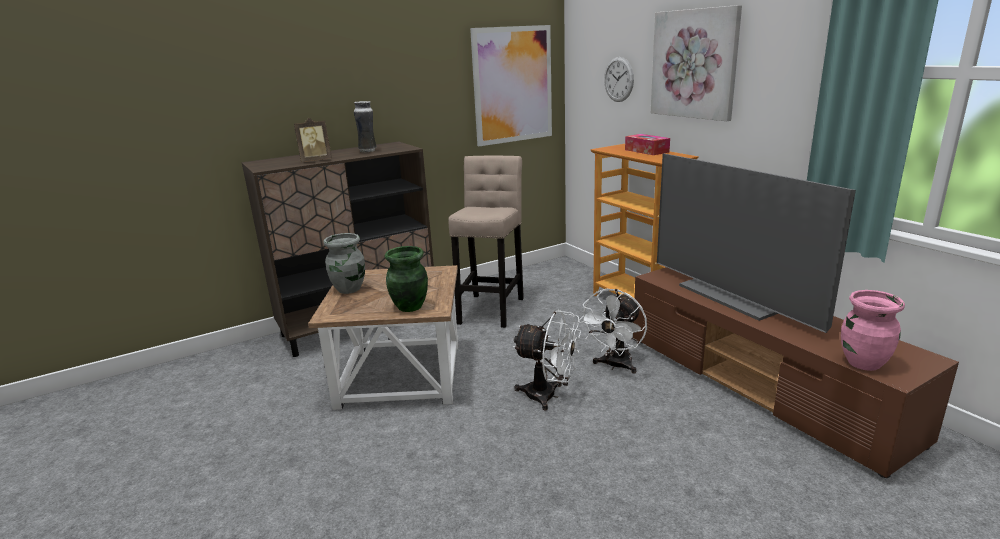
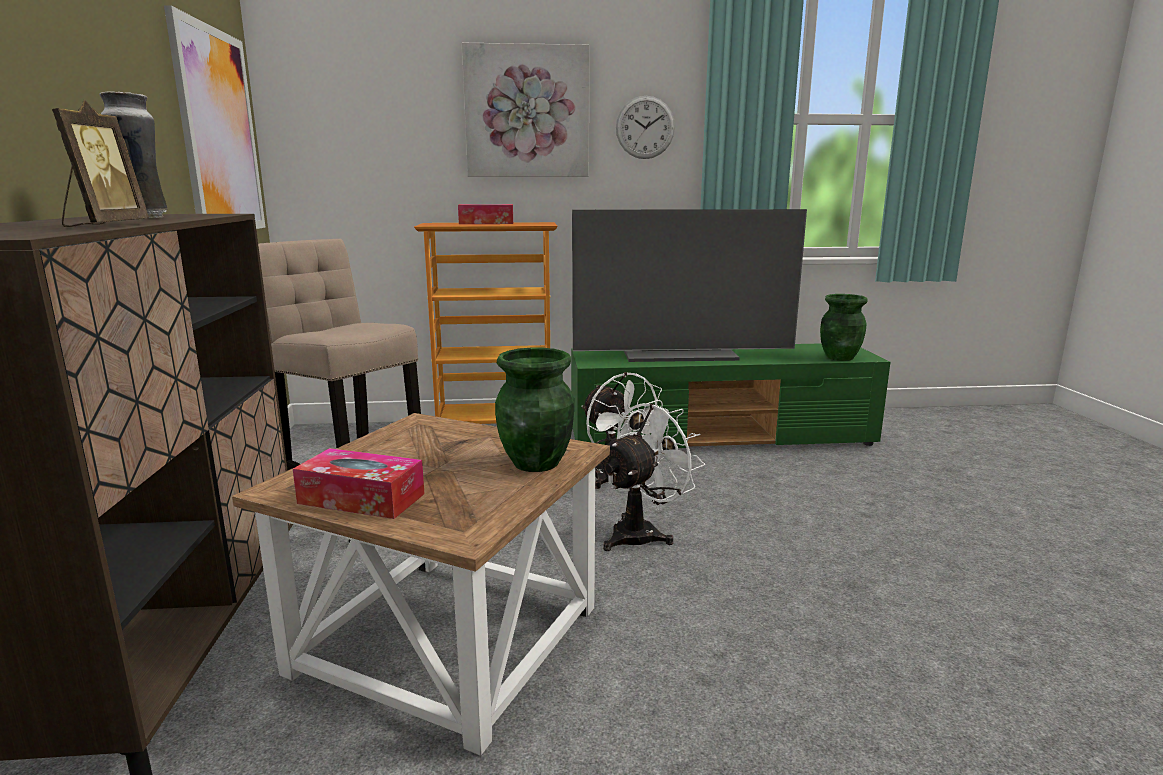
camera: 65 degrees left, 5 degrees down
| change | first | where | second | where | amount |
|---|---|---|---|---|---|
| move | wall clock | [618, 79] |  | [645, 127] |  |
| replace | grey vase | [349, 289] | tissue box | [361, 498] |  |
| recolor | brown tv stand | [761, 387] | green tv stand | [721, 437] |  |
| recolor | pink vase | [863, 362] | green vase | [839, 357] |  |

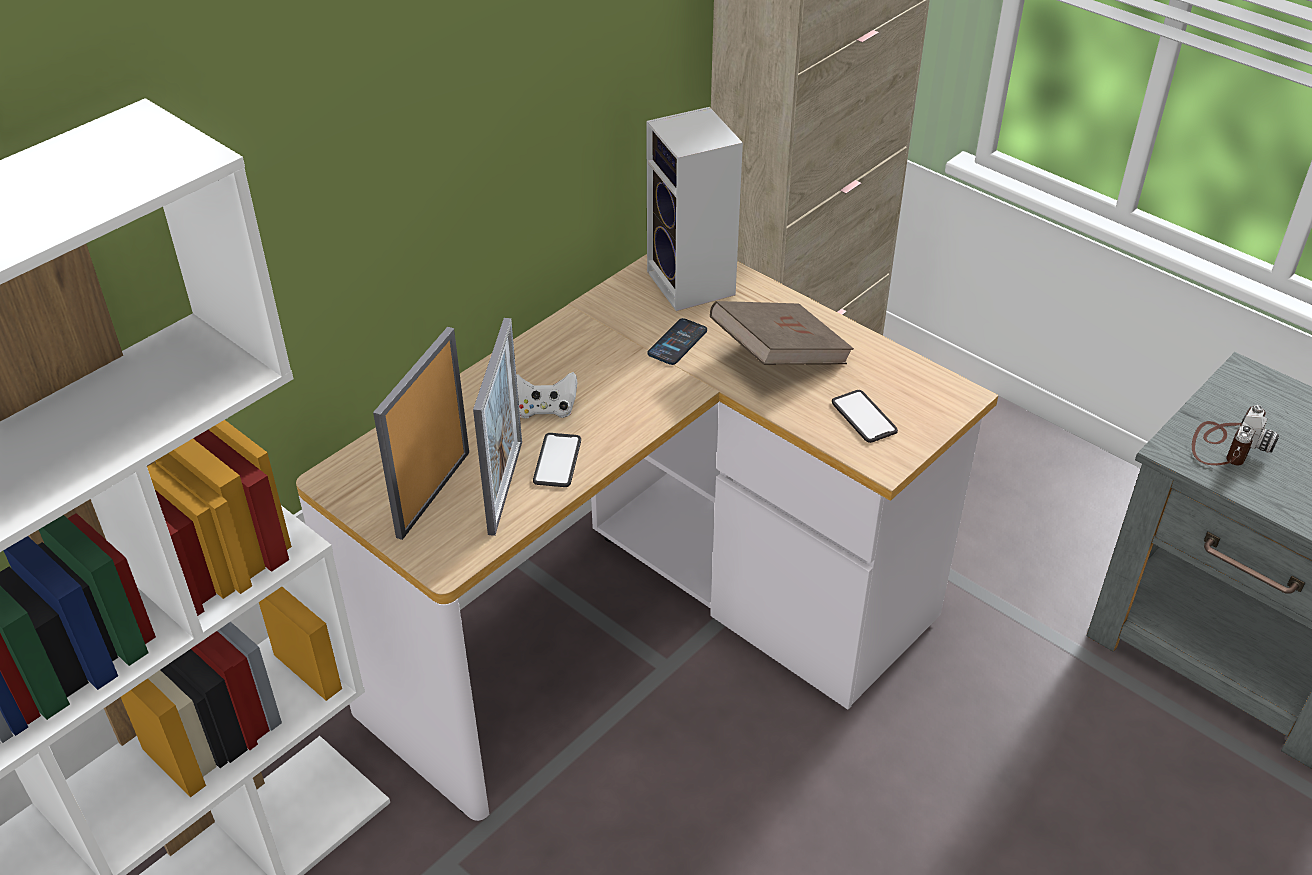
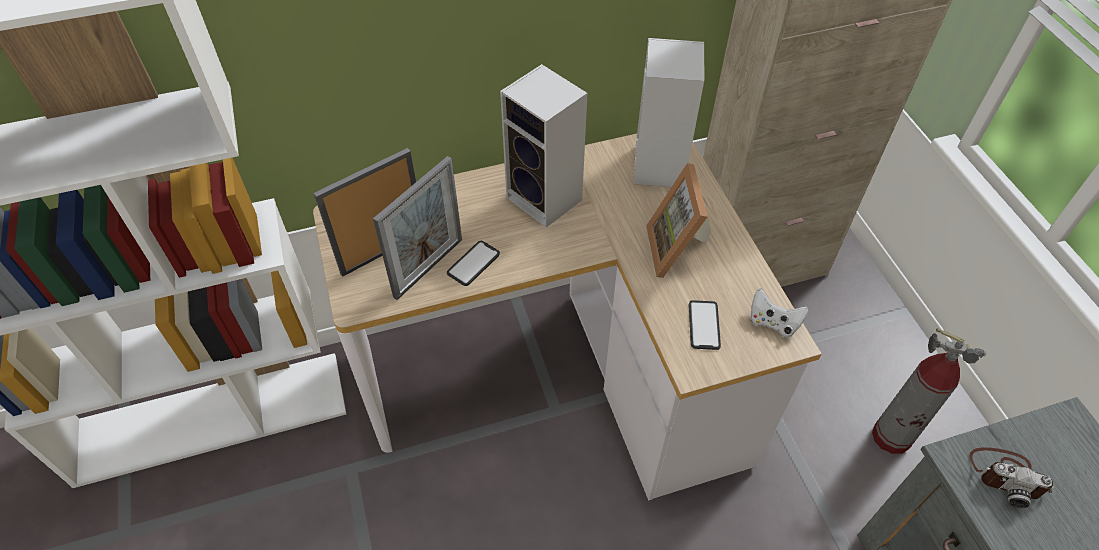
camera: 30 degrees right, 10 degrees up
| change | first | where | second | where | amount |
|---|---|---|---|---|---|
| delete | phone | [677, 342] |  |  |  |
| insert |  |  | speaker | [547, 199] |  |
| insert |  |  | fire extinguisher | [892, 437] |  |
| move | white game controller | [544, 409] |  | [773, 323] |  |
| replace | brown book | [779, 357] | picture frame | [678, 250] |  |
| rotate | photo camera | [1226, 445] |  | [1006, 475] | 45 degrees clockwise |

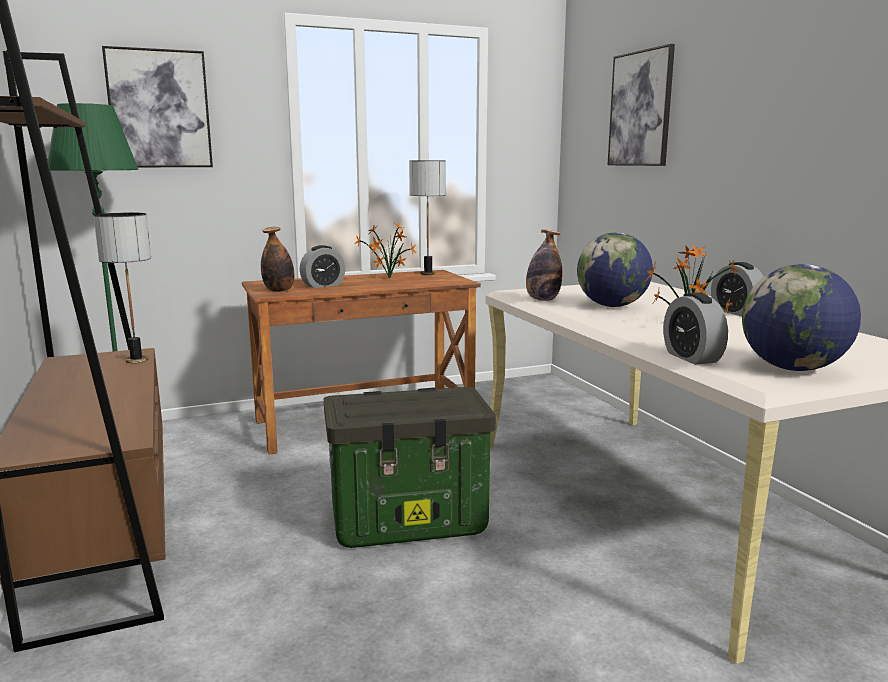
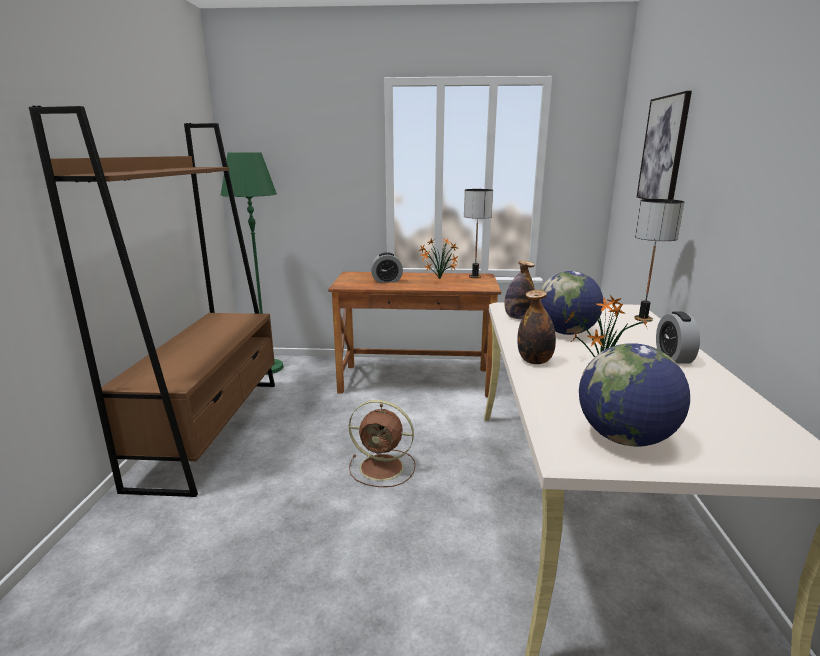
camera: 25 degrees right, 5 degrees up
| change | first | where | second | where | amount |
|---|---|---|---|---|---|
| delete | picture | [159, 109] |  |  |  |
| delete | alarm clock | [691, 357] |  |  |  |
| move | table lamp | [137, 360] |  | [643, 319] |  |
| move | bottle | [279, 290] |  | [535, 361] |  |
| replace | storage box | [410, 521] | brown fan | [383, 467] |  |

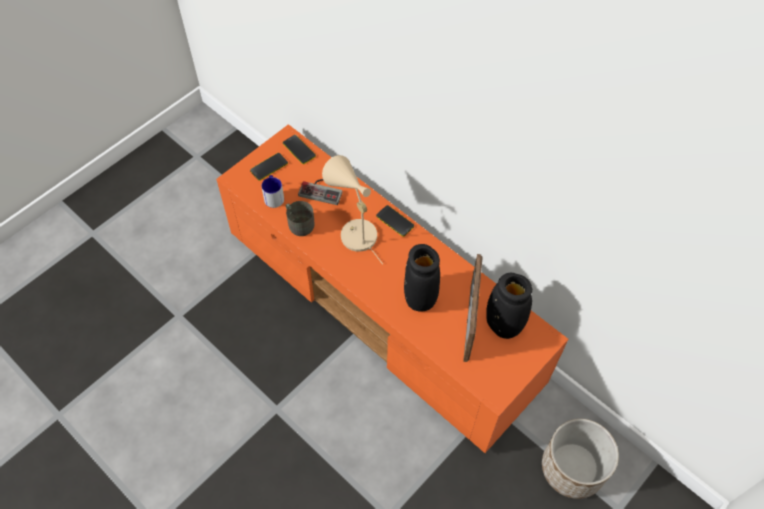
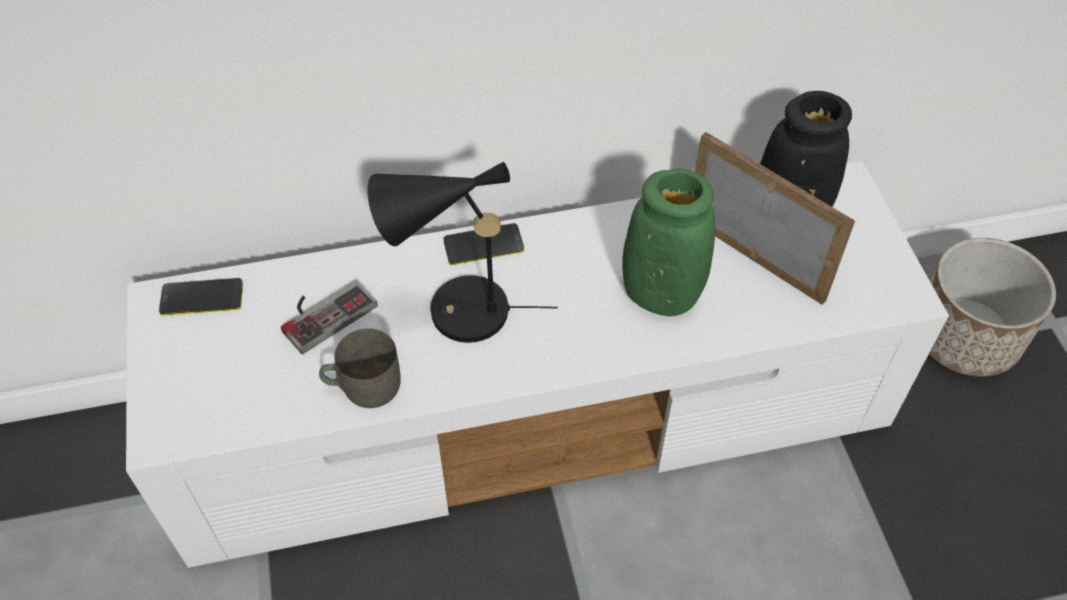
camera: 55 degrees left, 5 degrees down
| change | first | where | second | where | amount |
|---|---|---|---|---|---|
| delete | phone | [269, 167] |  |  |  |
| delete | mug | [273, 196] |  |  |  |
| recolor | orange tv stand | [383, 307] | white tv stand | [537, 415] |  |
| recolor | beige table lamp | [354, 232] | black table lamp | [456, 313] |  |
| recolor | black vase | [420, 297] | green vase | [661, 294] |  |

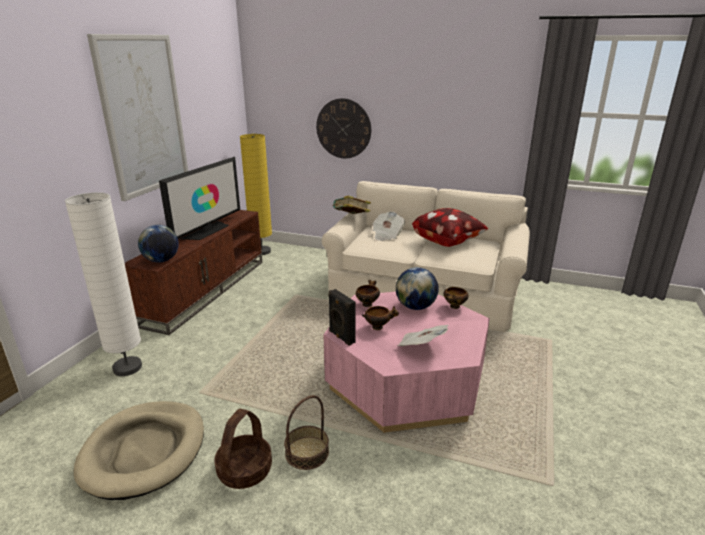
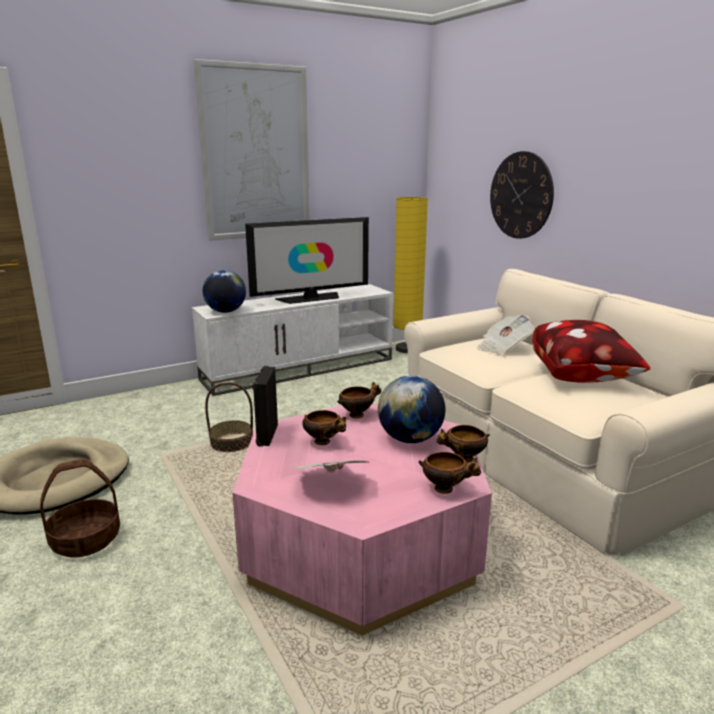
camera: 40 degrees right, 5 degrees down
| change | first | where | second | where | amount |
|---|---|---|---|---|---|
| delete | white floor lamp | [127, 368] |  |  |  |
| delete | book | [351, 217] |  |  |  |
| insert |  |  | bowl | [446, 489] |  |
| move | basket | [307, 452] |  | [231, 442] |  |
| recolor | brown tv stand | [206, 290] | white tv stand | [300, 368] |  |

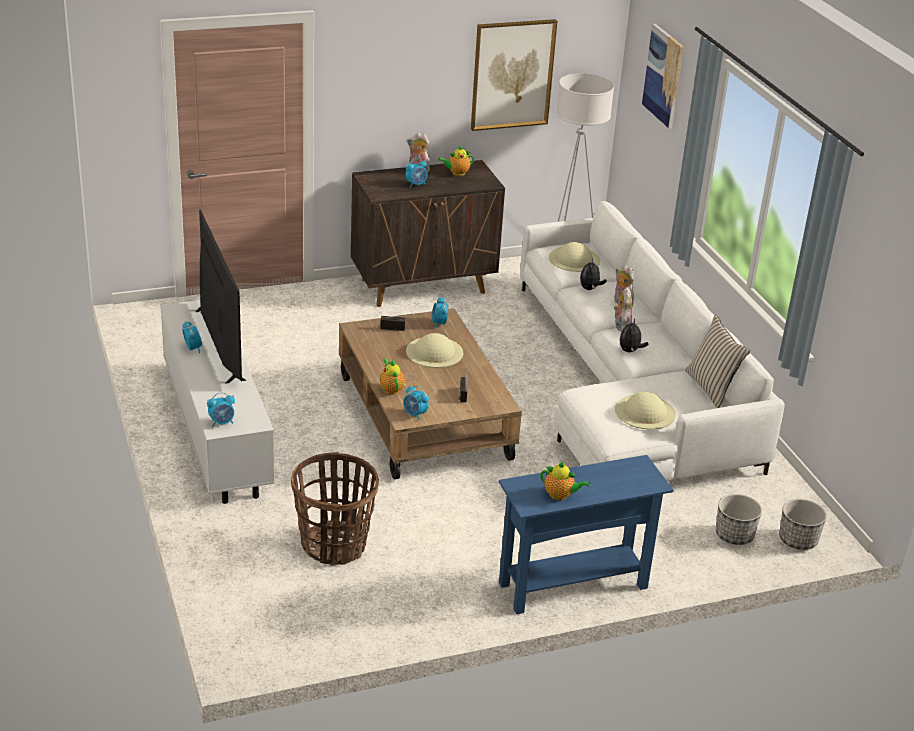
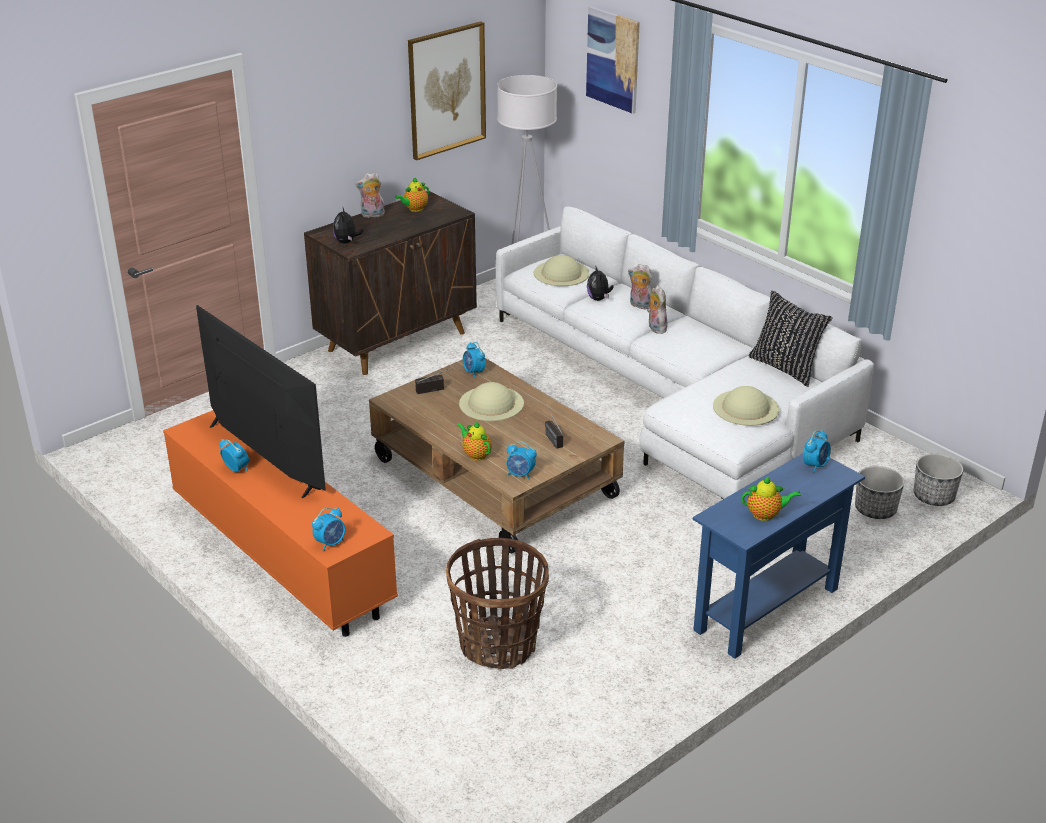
camera: 20 degrees left, 0 degrees up
| change | first | where | second | where | amount |
|---|---|---|---|---|---|
| move | alarm clock | [416, 184] |  | [815, 465] |  |
| move | plush toy | [630, 351] |  | [347, 242] |  |
| recolor | white tv stand | [217, 430] | orange tv stand | [281, 555] |  |
| recolor | beige pillow | [711, 388] | black pillow | [785, 367] |  |

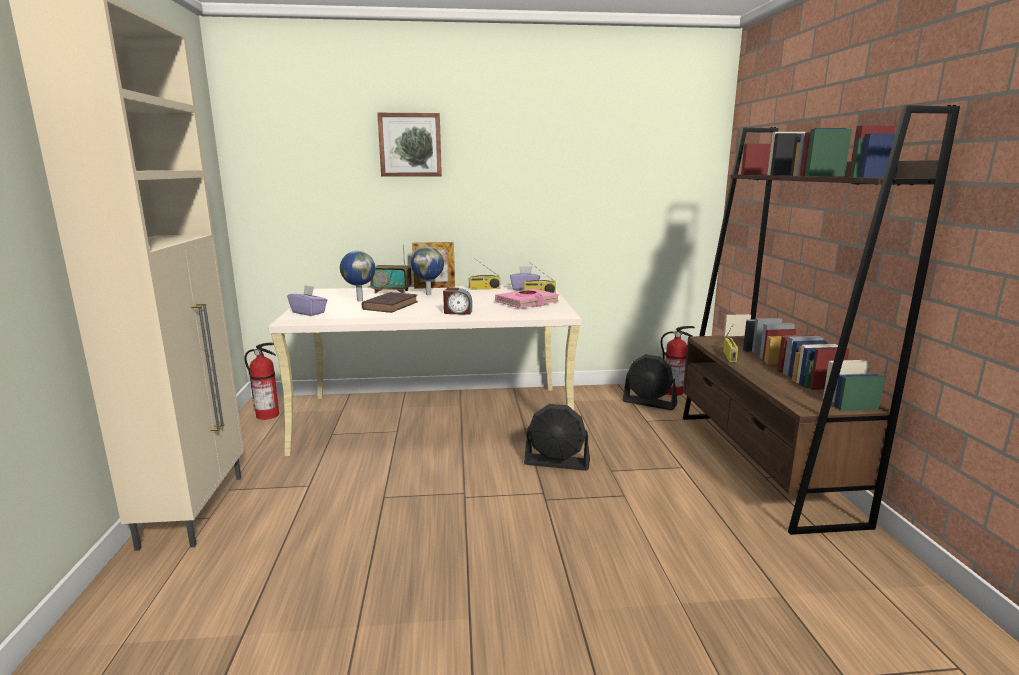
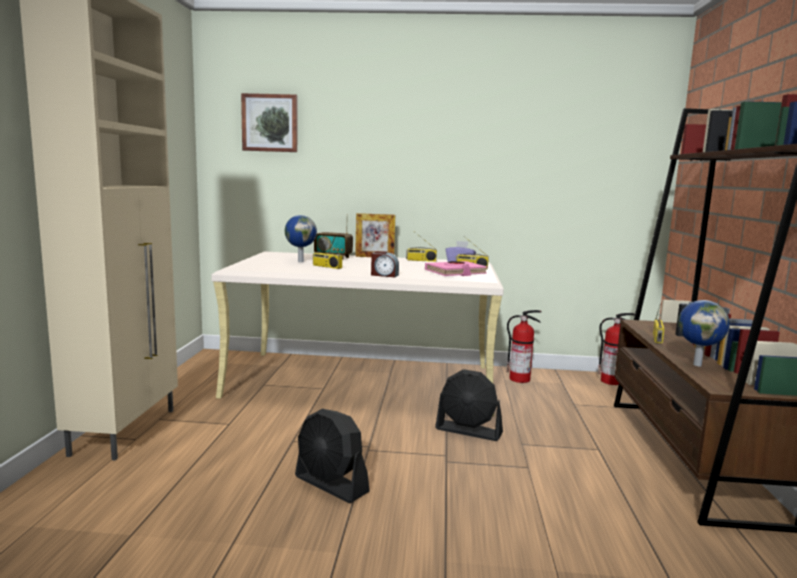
camera: 10 degrees right, 5 degrees down
| change | first | where | second | where | amount |
|---|---|---|---|---|---|
| delete | purple tissue box | [309, 313] |  |  |  |
| move | fire extinguisher | [268, 415] |  | [520, 379] |  |
| move | picture | [410, 145] |  | [270, 123] |  |
| move | globe | [429, 294] |  | [697, 364] |  |
| move | black fan | [649, 403] |  | [331, 484] |  |
| replace | brown book | [391, 305] | radio | [326, 266] |  |

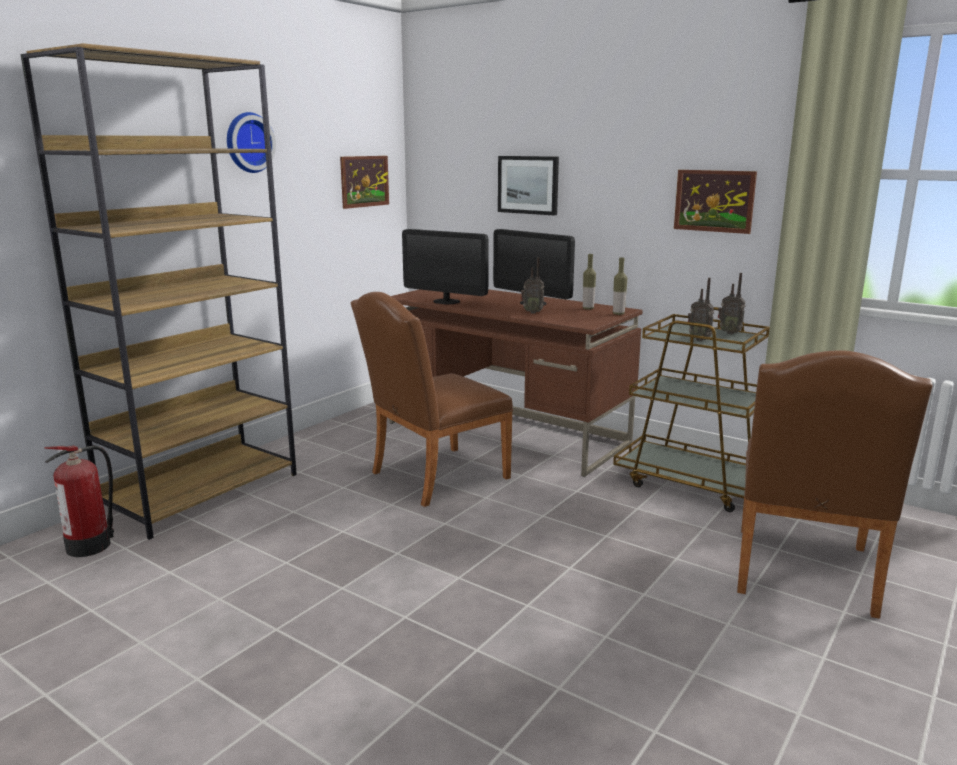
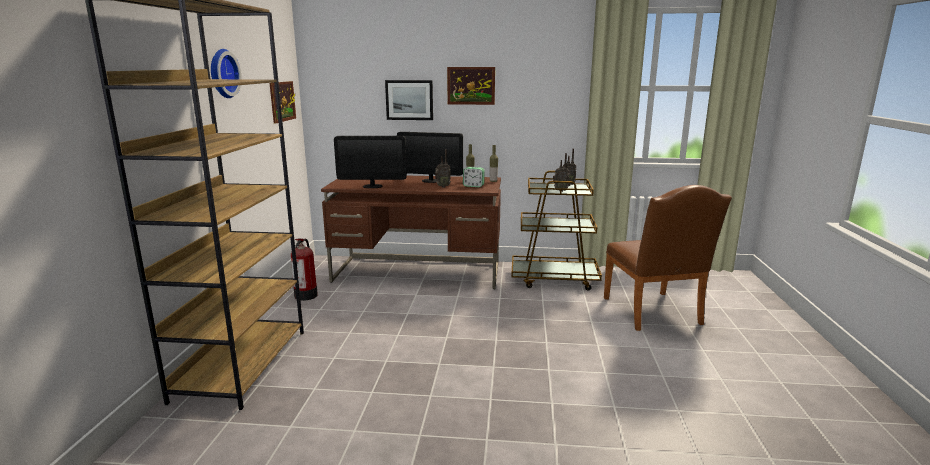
camera: 30 degrees left, 0 degrees up
| change | first | where | second | where | amount |
|---|---|---|---|---|---|
| delete | brown chair | [432, 477] |  |  |  |
| insert |  |  | alarm clock | [473, 186] |  |
| move | fire extinguisher | [91, 545] |  | [306, 295] |  |
| move | picture | [714, 201] |  | [471, 85] |  |

